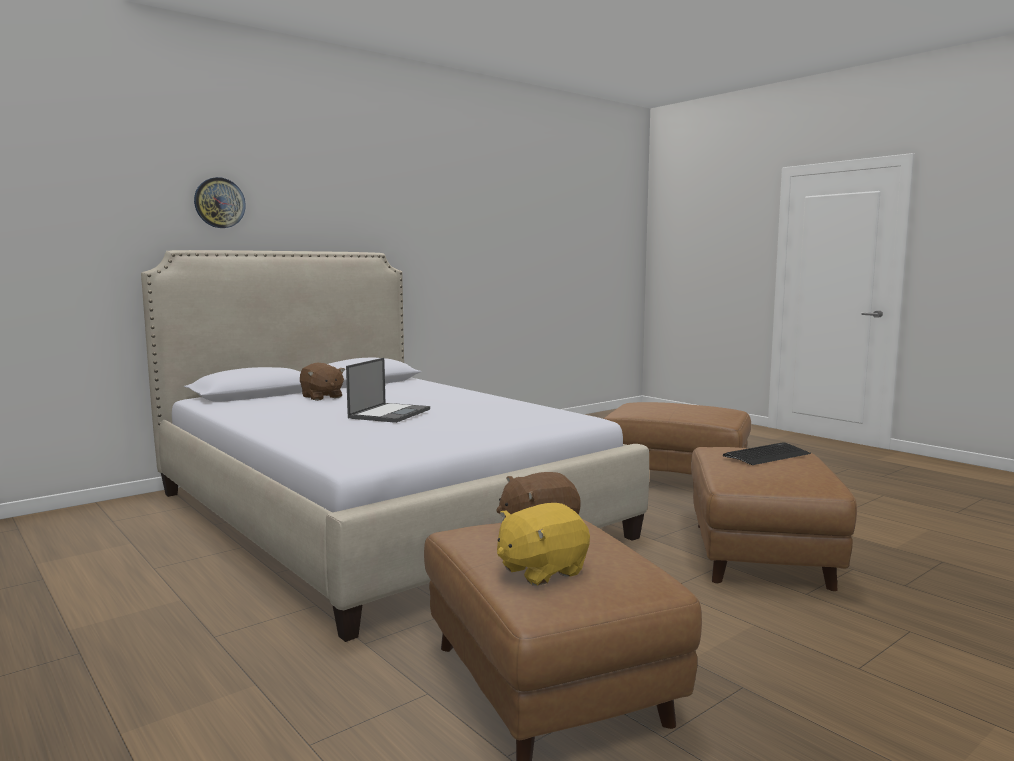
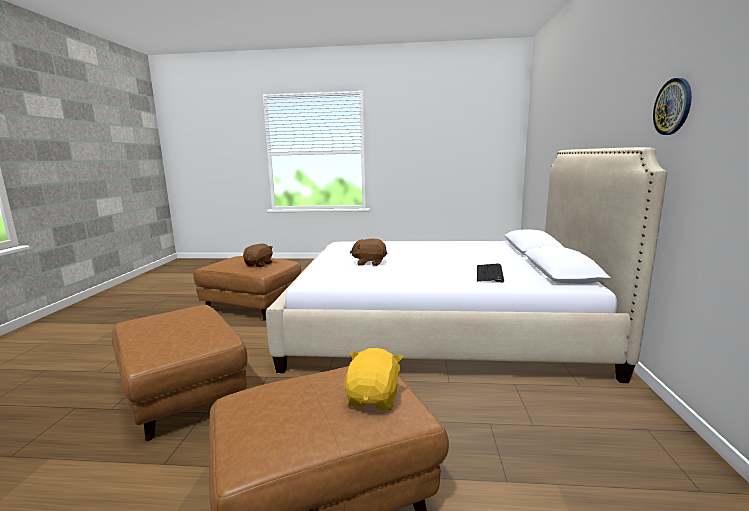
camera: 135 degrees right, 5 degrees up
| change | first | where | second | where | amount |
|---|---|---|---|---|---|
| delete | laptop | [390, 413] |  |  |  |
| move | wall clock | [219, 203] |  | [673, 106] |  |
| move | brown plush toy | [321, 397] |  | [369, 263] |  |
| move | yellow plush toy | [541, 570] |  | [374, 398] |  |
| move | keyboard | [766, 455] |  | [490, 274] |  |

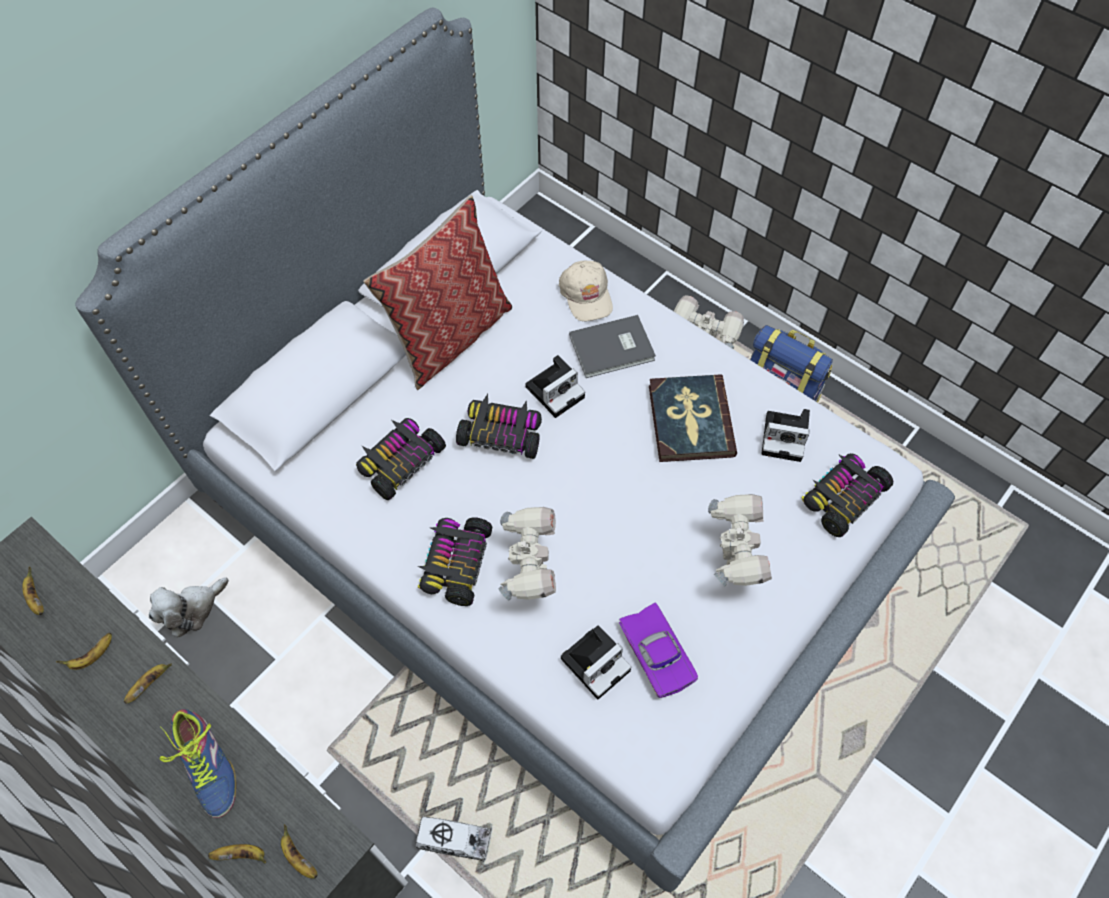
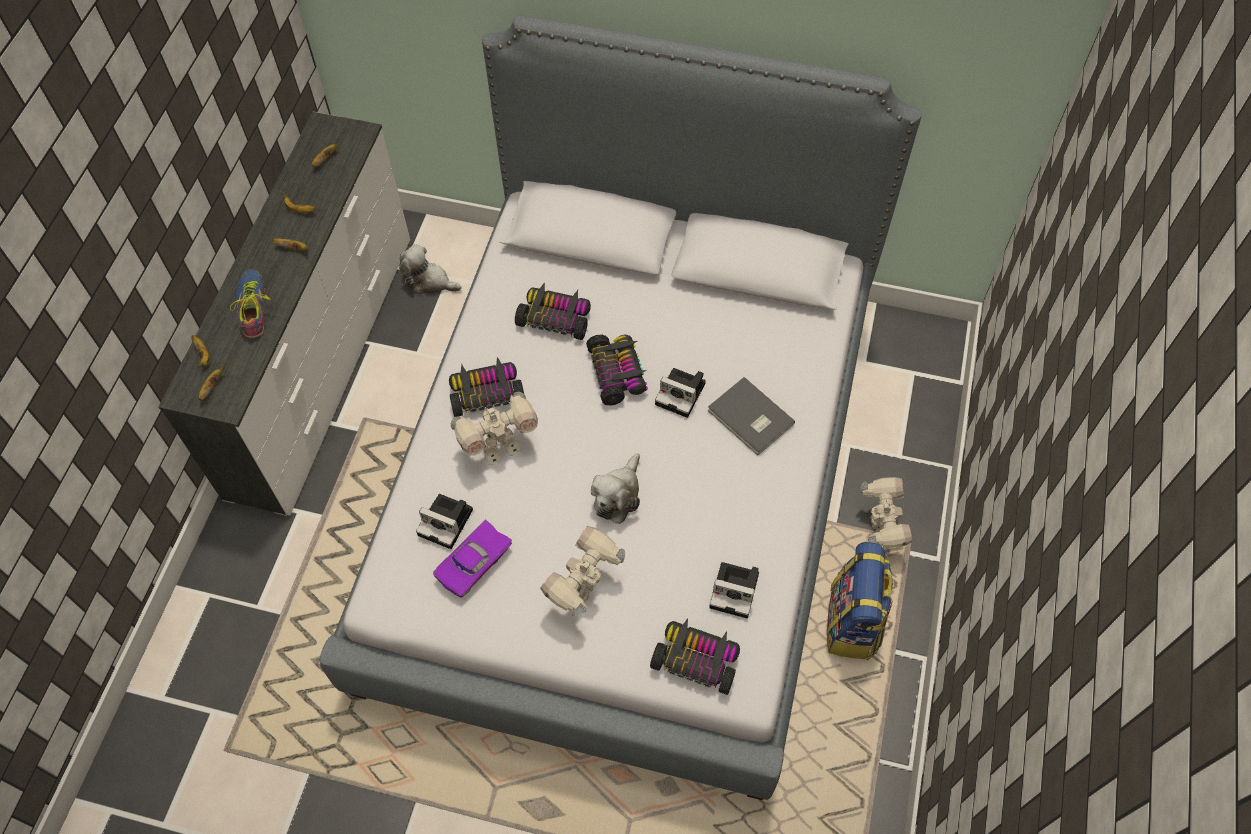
camera: 65 degrees right, 0 degrees up
| change | first | where | second | where | amount |
|---|---|---|---|---|---|
| delete | pillow | [450, 335] |  |  |  |
| delete | toy truck | [454, 840] |  |  |  |
| delete | beige cap | [586, 295] |  |  |  |
| delete | book | [690, 421] |  |  |  |
| insert |  |  | plush toy | [618, 495] |  |
| rotate | shoe | [207, 765] |  | [253, 307] | 135 degrees clockwise |
| rotate | toy robot | [732, 564] |  | [584, 591] | 150 degrees clockwise |
| rotate | photo camera | [785, 437] |  | [736, 591] | 60 degrees counterclockwise |

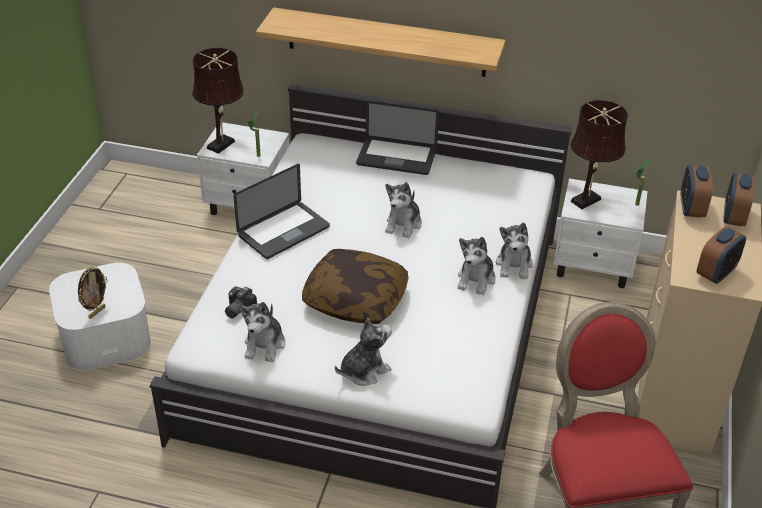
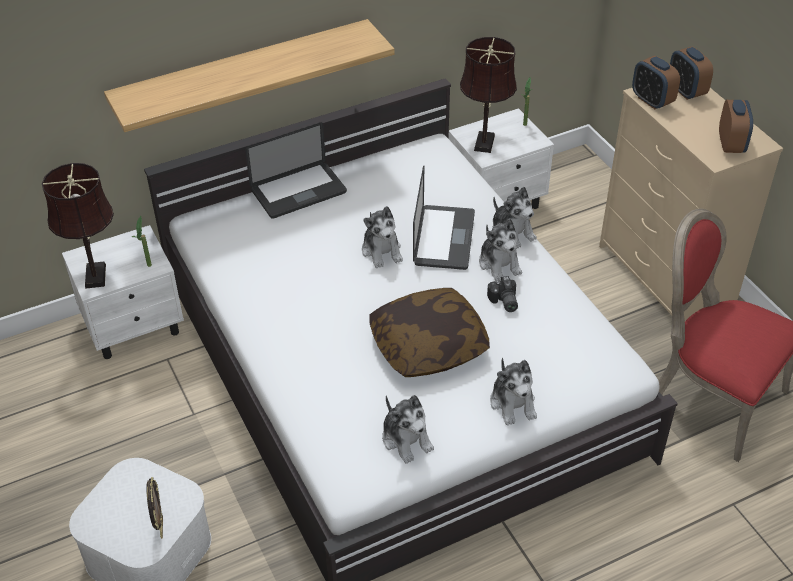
camera: 40 degrees left, 5 degrees up
| change | first | where | second | where | amount |
|---|---|---|---|---|---|
| move | photo camera | [237, 309] |  | [503, 302] |  |
| move | laptop | [284, 231] |  | [444, 238] |  |
| rotate | plush toy | [364, 370] |  | [513, 403] | 150 degrees clockwise |

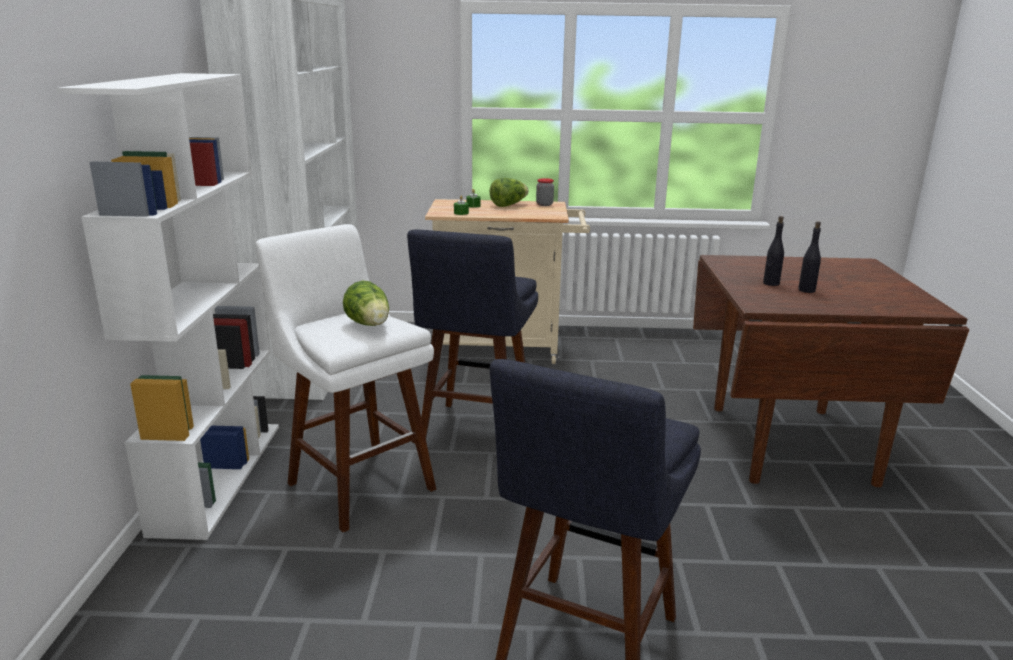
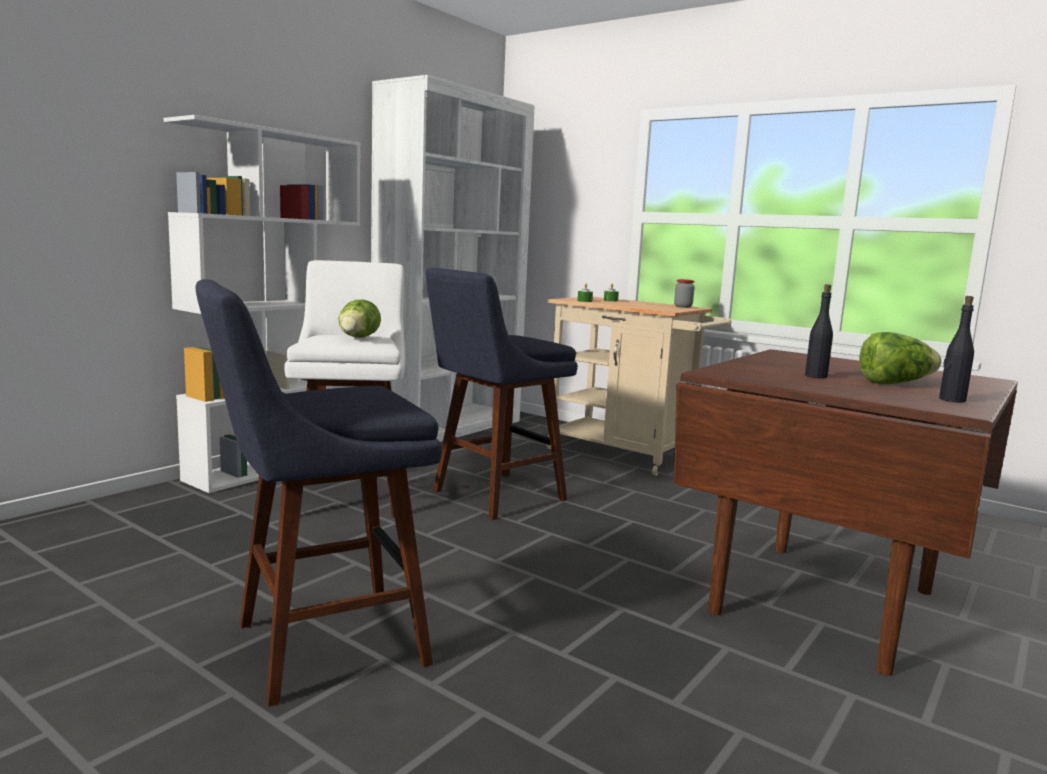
camera: 35 degrees right, 10 degrees down
| change | first | where | second | where | amount |
|---|---|---|---|---|---|
| move | lettuce | [508, 205] |  | [894, 383] |  |
| move | black bottle | [771, 283] |  | [951, 400] |  |

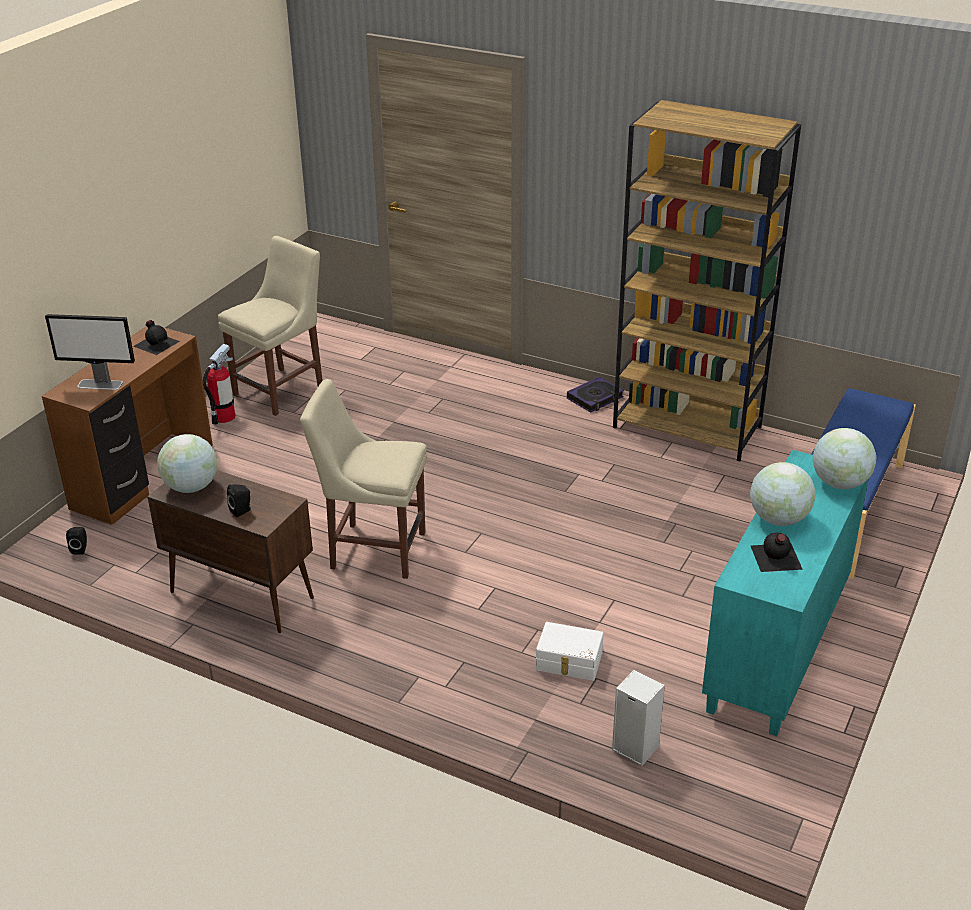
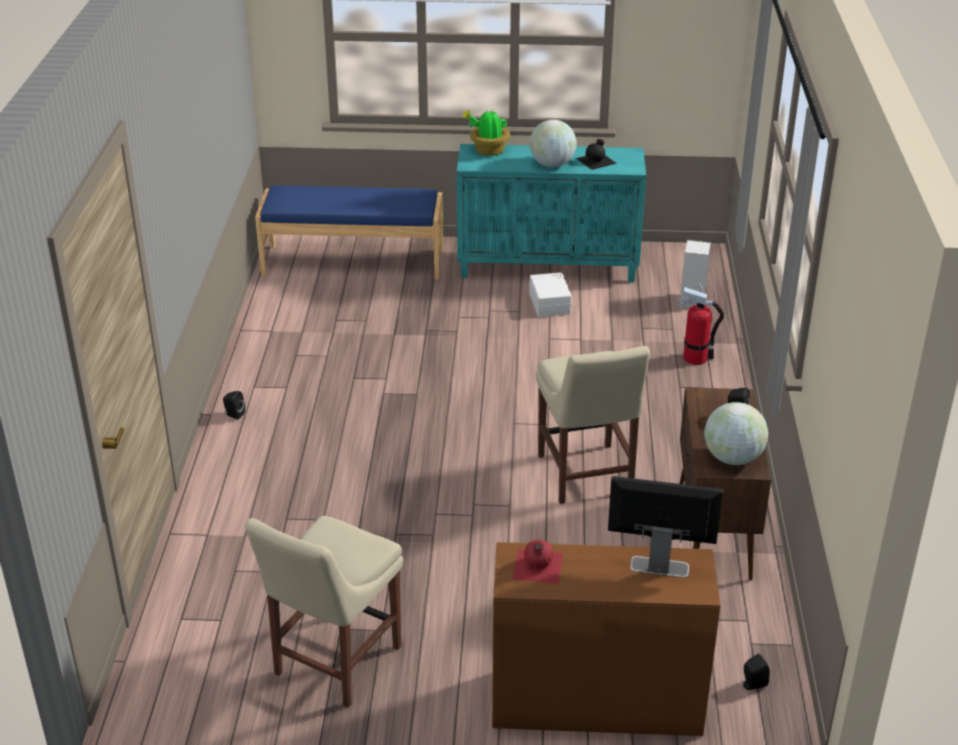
camera: 115 degrees left, 0 degrees up
| change | first | where | second | where | amount |
|---|---|---|---|---|---|
| delete | brown bookcase | [688, 427] |  |  |  |
| move | fire extinguisher | [224, 417] |  | [695, 358] |  |
| move | white storage box | [569, 662] |  | [551, 303] |  |
| replace | book | [595, 398] | black speaker | [234, 414] |  |
| replace | globe | [839, 483] | potted plant | [488, 151] |  |
| recolor | black bottle | [156, 343] | red bottle | [537, 566] |  |
| rotate | monitor | [100, 384] |  | [658, 567] | 60 degrees counterclockwise |
| rotate | beige chair | [282, 389] |  | [333, 664] | 75 degrees counterclockwise |

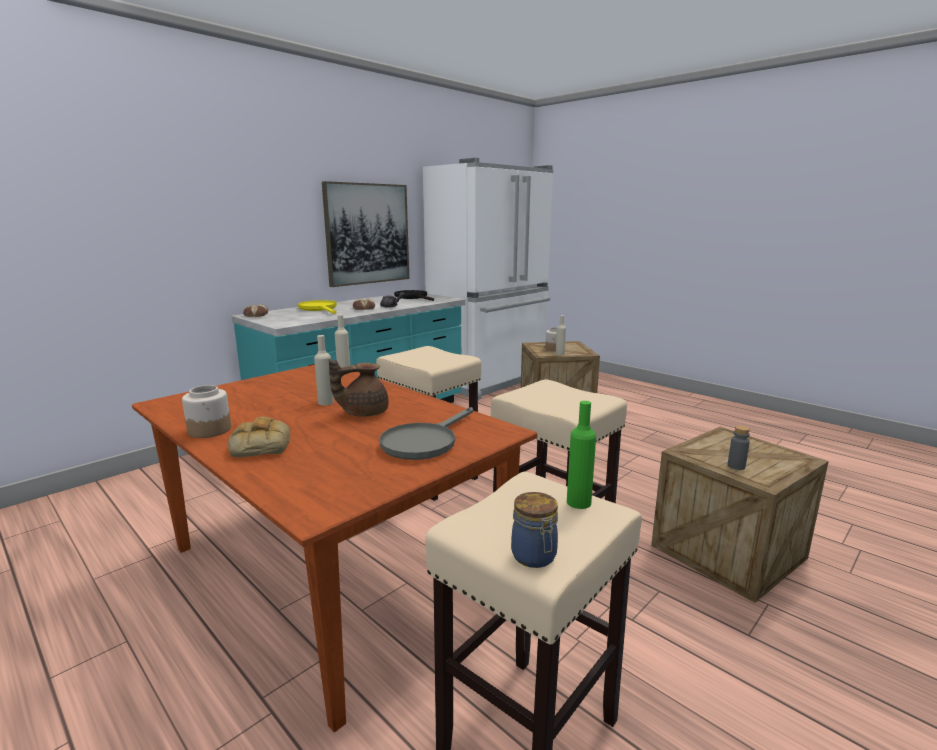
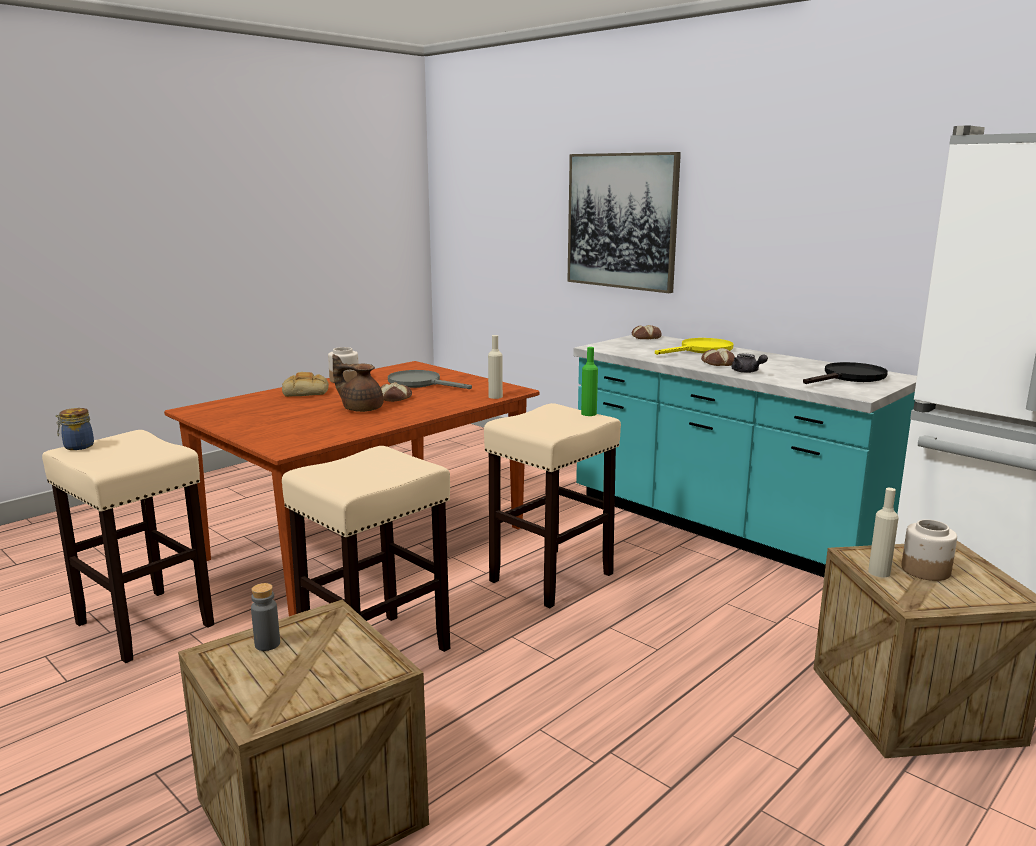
camera: 90 degrees right, 0 degrees up
| change | first | where | second | where | amount |
|---|---|---|---|---|---|
| move | picture | [367, 234] |  | [622, 221] |  |
| move | grey frying pan | [424, 441] |  | [420, 383] |  |
| move | green bottle | [578, 502] |  | [588, 414] |  |
| replace | beige bottle | [326, 402] | bread | [394, 398] |  |
| rotate | brown teapot | [363, 413] |  | [361, 409] | 45 degrees counterclockwise |

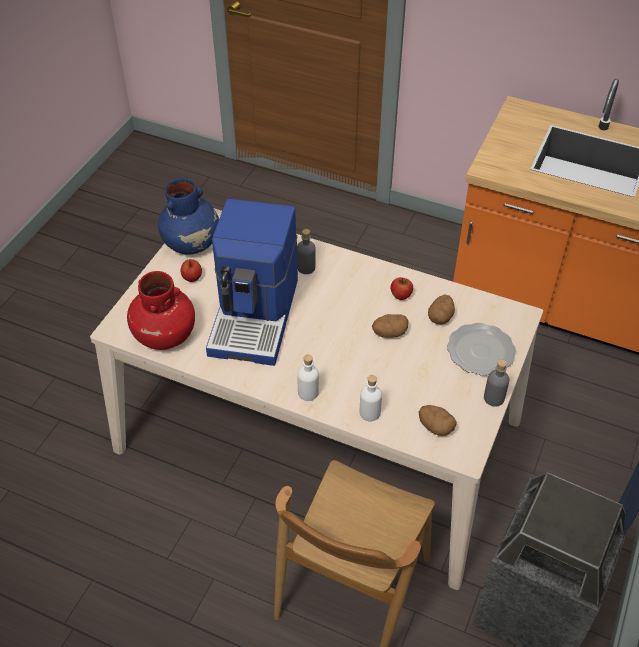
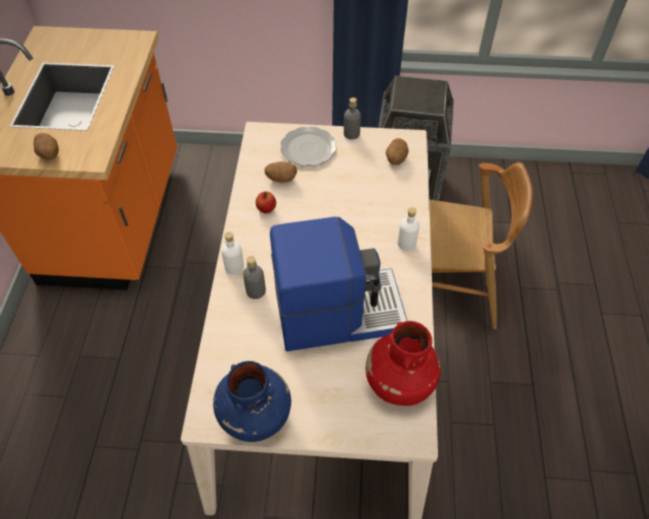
camera: 110 degrees left, 5 degrees up
| change | first | where | second | where | amount |
|---|---|---|---|---|---|
| delete | apple | [192, 278] |  |  |  |
| move | white bottle | [369, 413] |  | [234, 267] |  |
| move | potato | [389, 333] |  | [49, 155] |  |

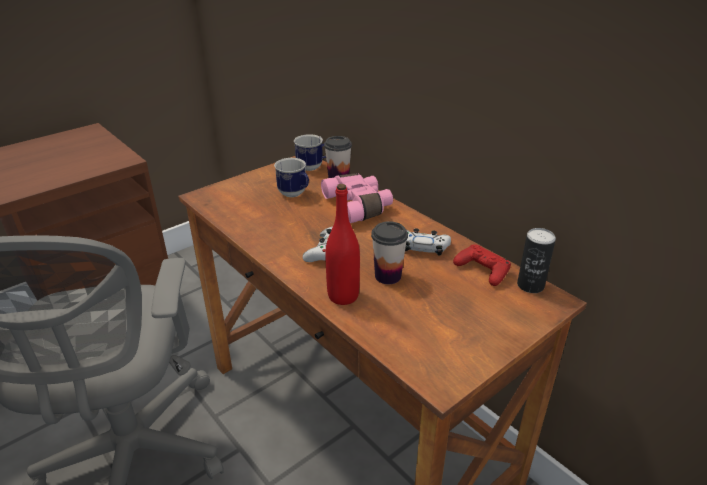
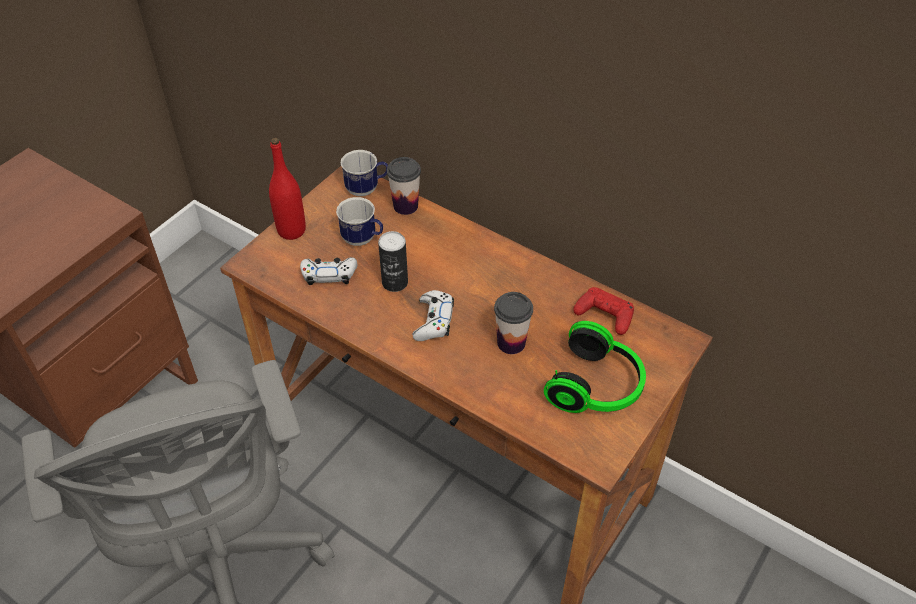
camera: 15 degrees left, 15 degrees up
| change | first | where | second | where | amount |
|---|---|---|---|---|---|
| delete | pink binoculars | [359, 206] |  |  |  |
| insert |  |  | headphones | [597, 386] |  |
| move | red bottle | [343, 296] |  | [291, 230] |  |
| move | white game controller | [423, 247] |  | [329, 274] |  |
| move | can | [530, 285] |  | [395, 282] |  |

